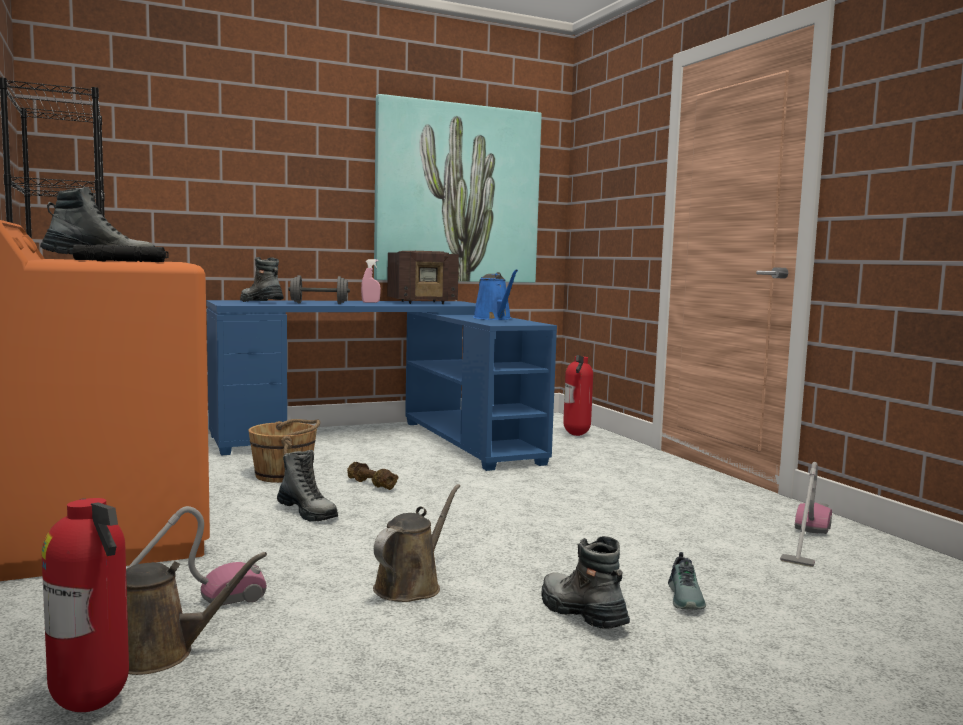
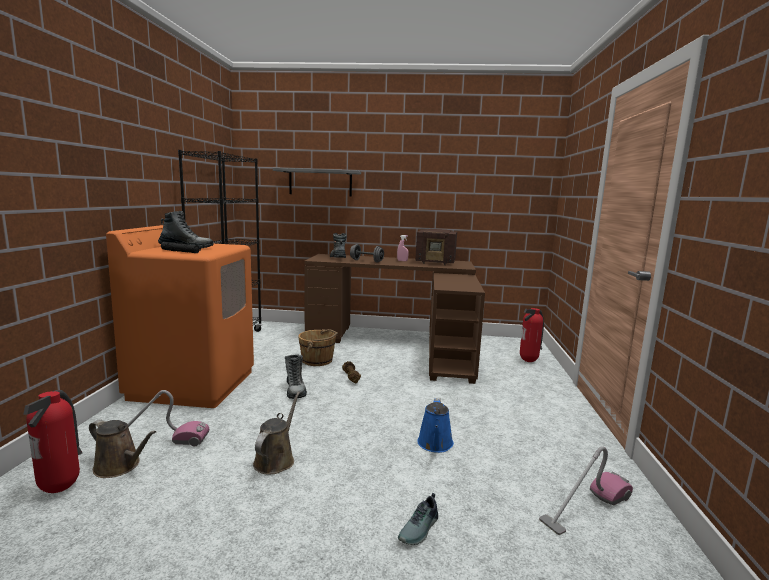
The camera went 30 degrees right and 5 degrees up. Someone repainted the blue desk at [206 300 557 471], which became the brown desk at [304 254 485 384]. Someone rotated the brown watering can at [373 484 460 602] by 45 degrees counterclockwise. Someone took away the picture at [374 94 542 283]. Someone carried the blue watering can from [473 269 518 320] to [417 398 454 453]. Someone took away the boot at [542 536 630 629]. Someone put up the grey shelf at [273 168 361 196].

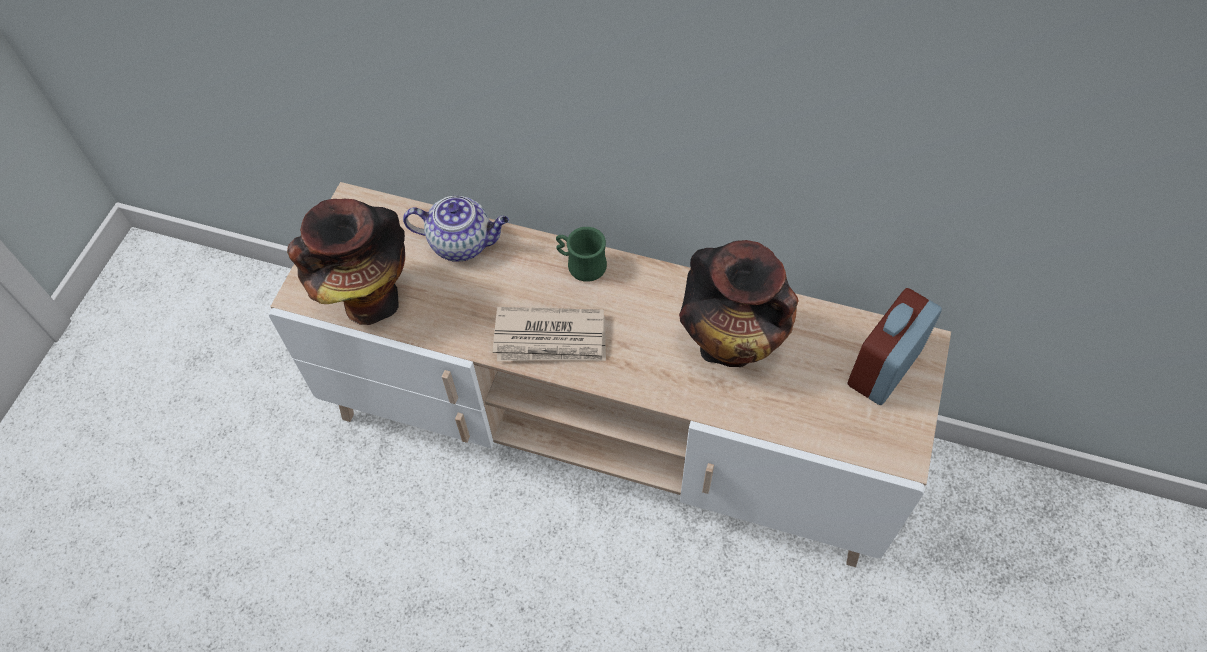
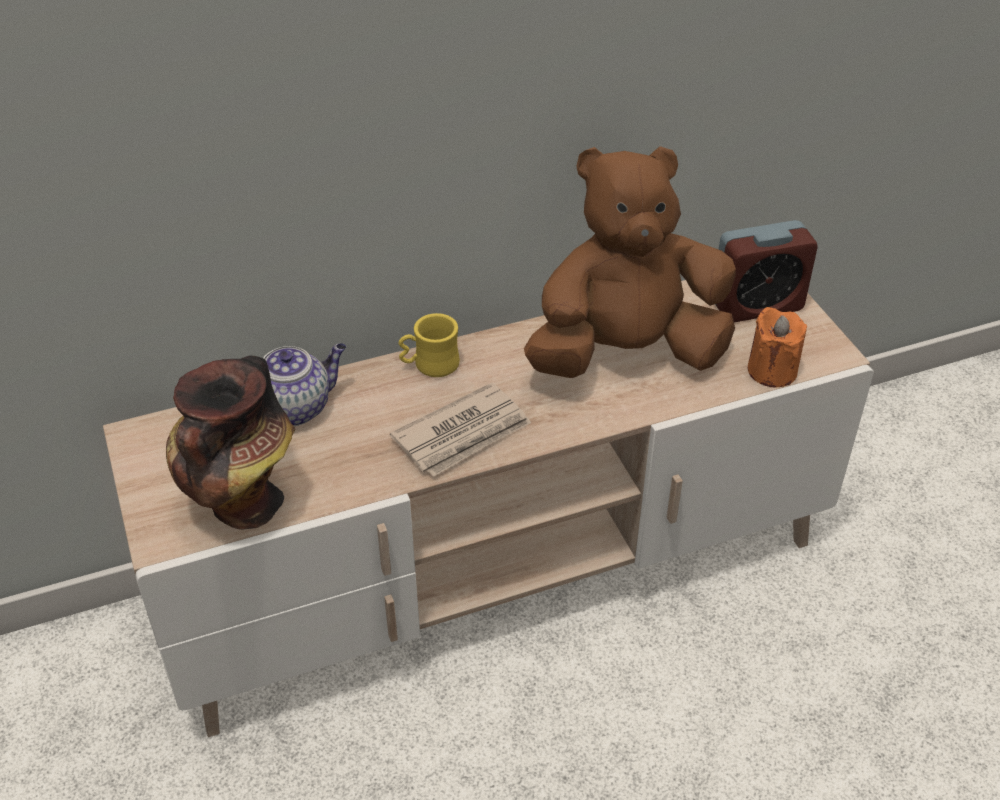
The camera went 40 degrees left and 15 degrees down. Someone repainted the green mug at [556 227 607 282], which became the yellow mug at [398 313 460 377]. Someone swapped the vase at [679 240 799 367] for the brown plush toy at [524 146 736 378]. Someone rotated the alarm clock at [847 288 942 405] by 105 degrees counterclockwise. Someone put down the orange candle at [748 307 807 387].

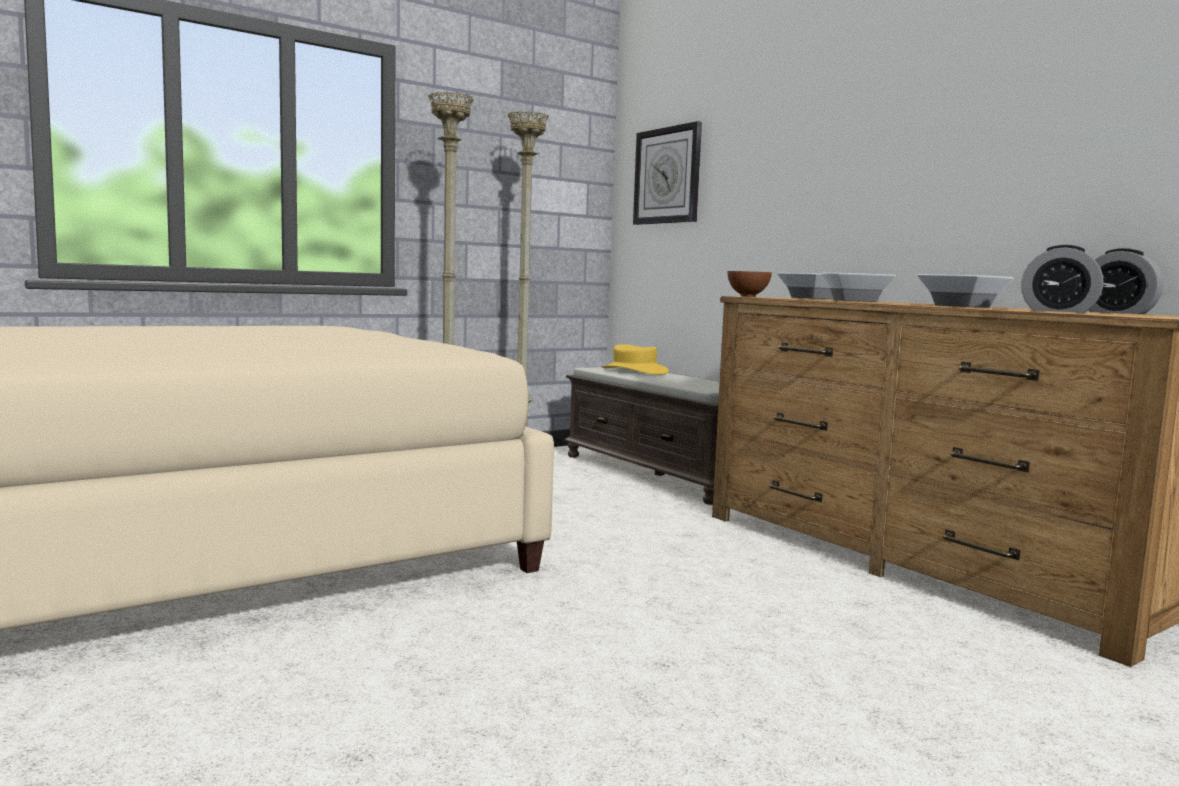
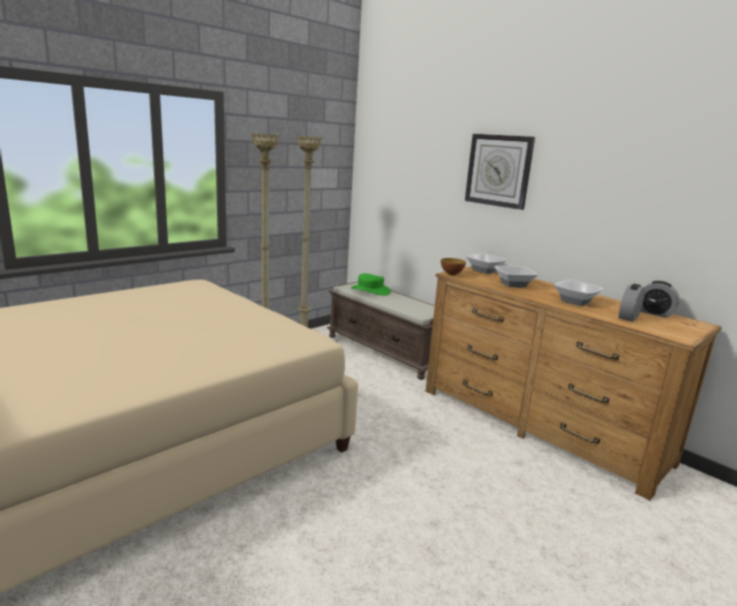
The camera went 10 degrees left and 10 degrees up. Someone repainted the yellow hat at [602 344 669 375], which became the green hat at [351 273 391 296]. Someone carried the wall clock from [633 121 702 225] to [465 134 535 210]. Someone rotated the alarm clock at [1021 245 1104 313] by 105 degrees clockwise.

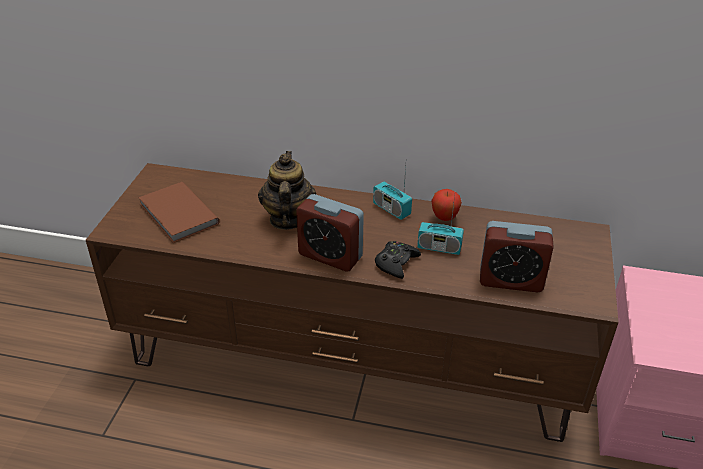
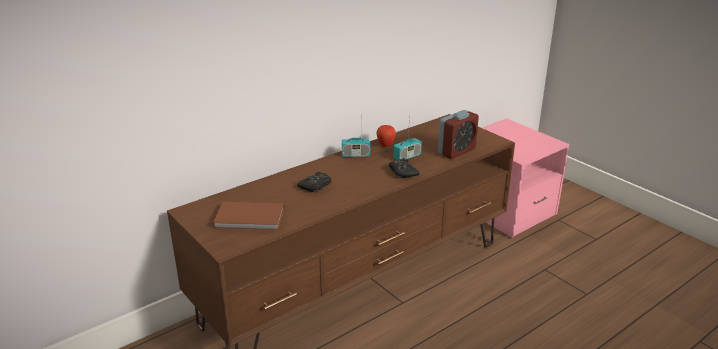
The camera went 50 degrees left and 10 degrees down. Someone swapped the teapot at [258 151 316 230] for the black game controller at [297 172 332 192]. Someone took away the alarm clock at [296 194 364 271].

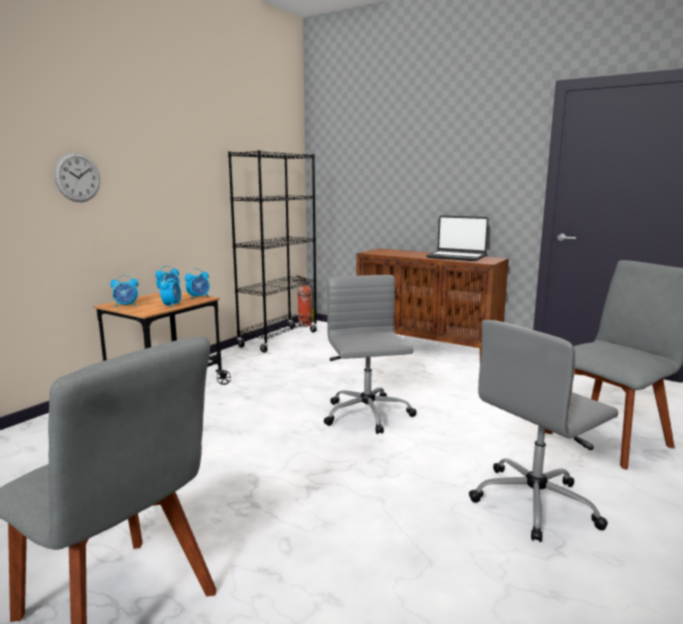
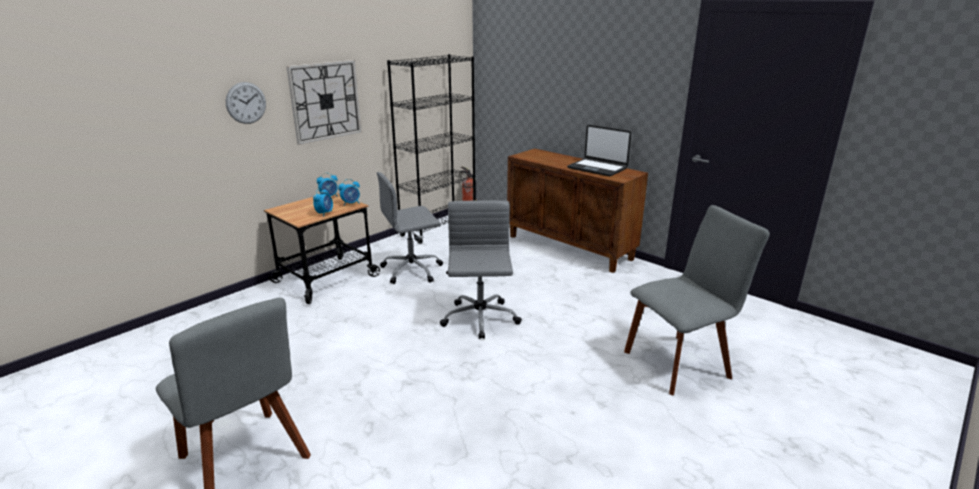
The camera went 10 degrees right and 10 degrees up. Someone took away the alarm clock at [110 275 139 308]. Someone carried the grey office chair from [469 320 618 542] to [377 172 443 284]. Someone put up the wall clock at [286 60 362 145].

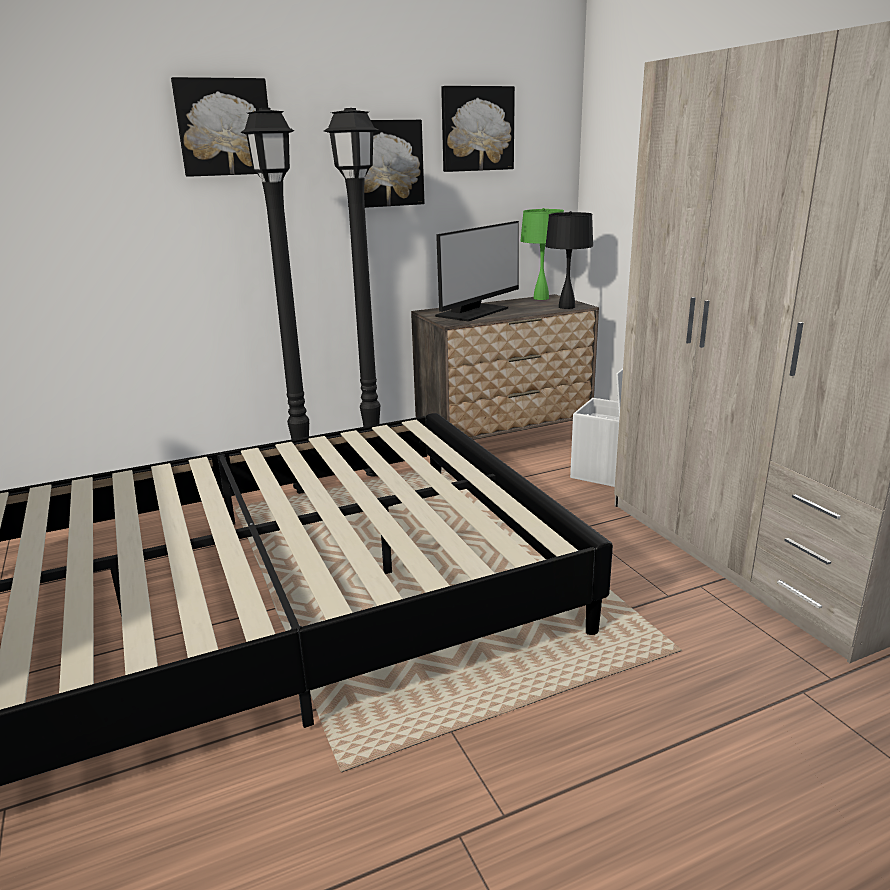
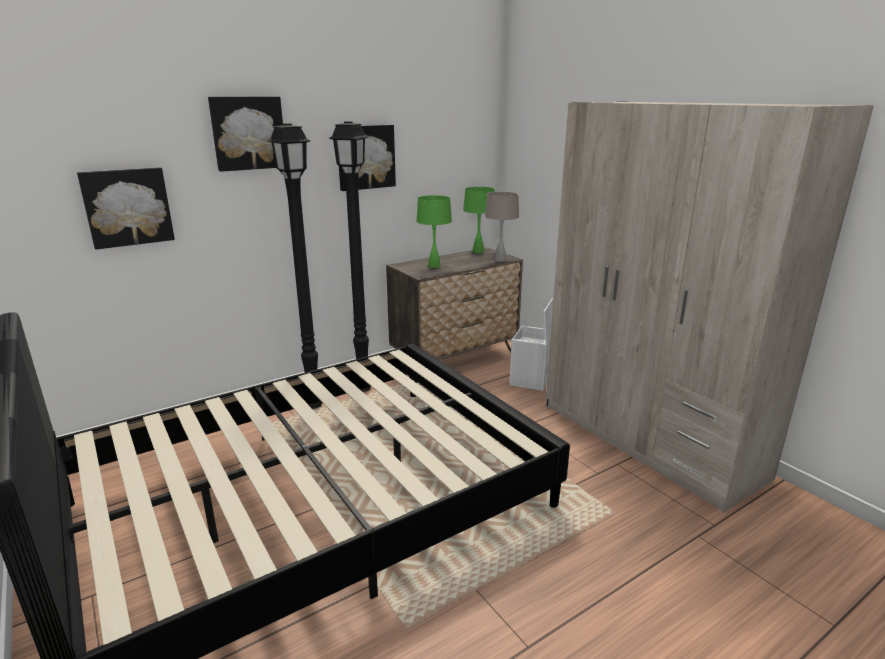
The camera went 10 degrees left and 0 degrees up. Someone swapped the monitor at [435 221 519 322] for the green table lamp at [416 195 452 268]. Someone carried the picture from [441 86 515 172] to [77 167 175 249]. Someone repainted the black table lamp at [545 211 593 309], which became the beige table lamp at [485 192 519 262].

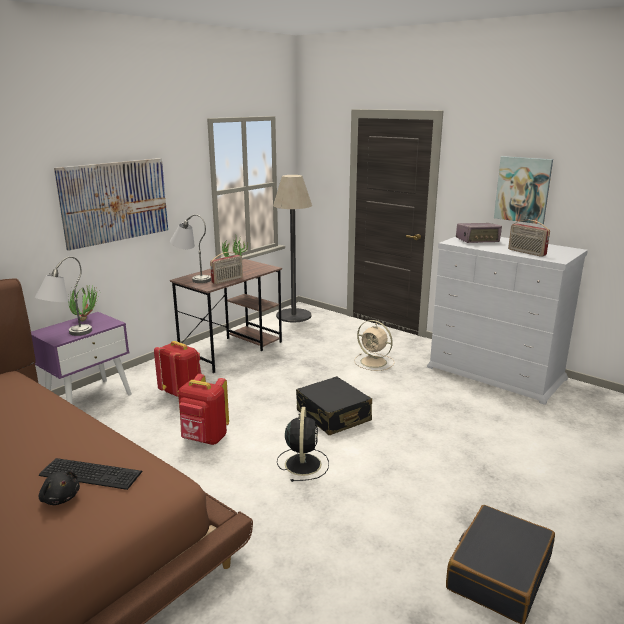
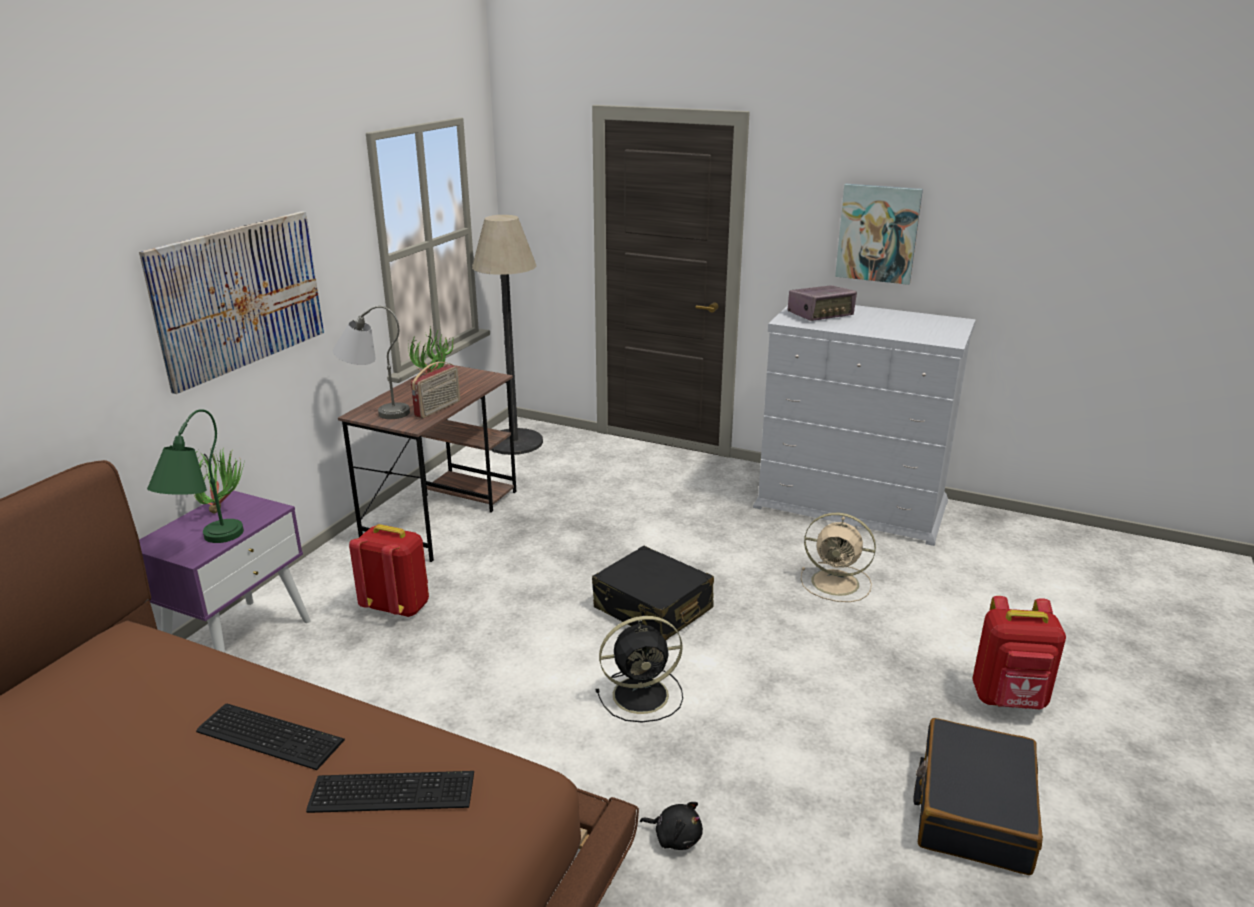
The camera went 15 degrees left and 5 degrees up. Someone repainted the grey table lamp at [35 257 92 336], which became the green table lamp at [147 409 244 543]. Someone carried the black plush toy from [39 471 80 505] to [640 802 703 850]. Someone carried the red backpack from [178 374 229 445] to [972 596 1066 709]. Someone rotated the black fan at [277 407 329 482] by 90 degrees clockwise. Someone carried the beige fan from [354 320 395 371] to [801 513 876 602]. Someone took away the radio at [508 220 550 257]. Someone put down the keyboard at [196 704 345 770].

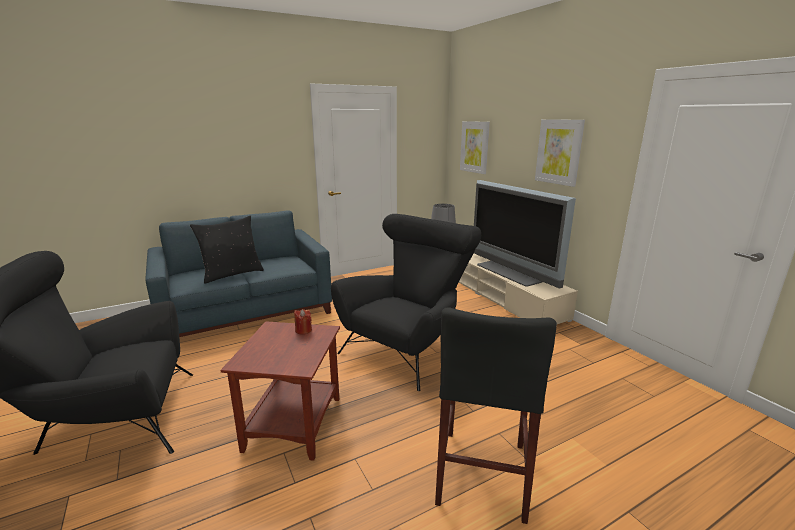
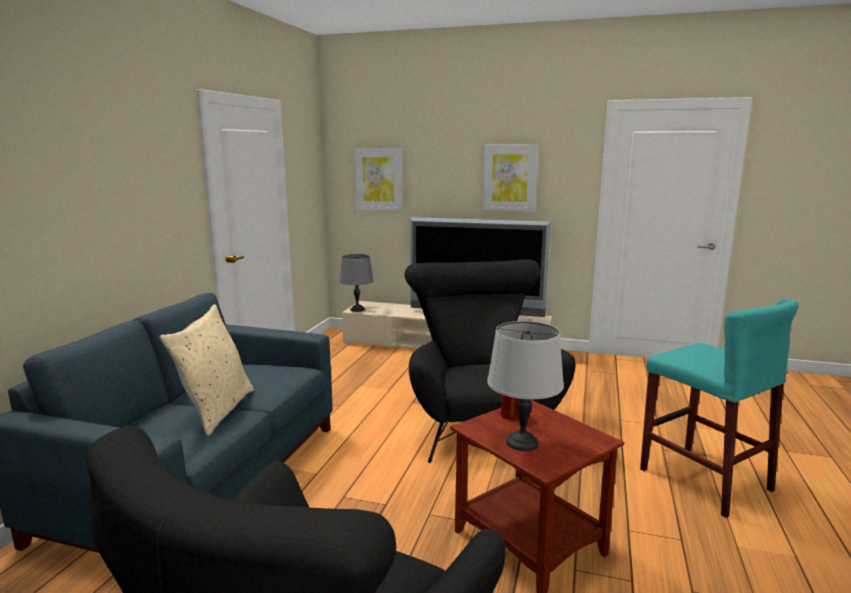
The camera went 45 degrees left and 5 degrees down. Someone repainted the black pillow at [190 216 264 284], which became the beige pillow at [159 305 254 436]. Someone repainted the black stool at [435 307 557 524], which became the turquoise stool at [640 299 799 518]. Someone put down the grey table lamp at [487 321 564 451].

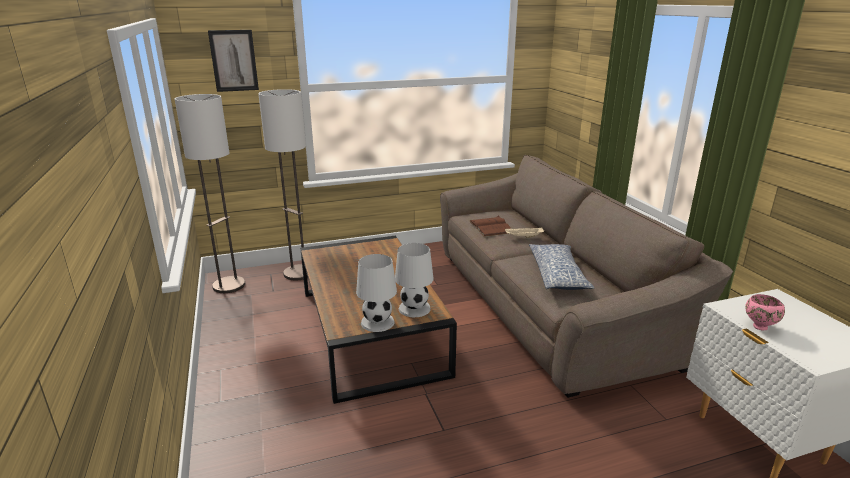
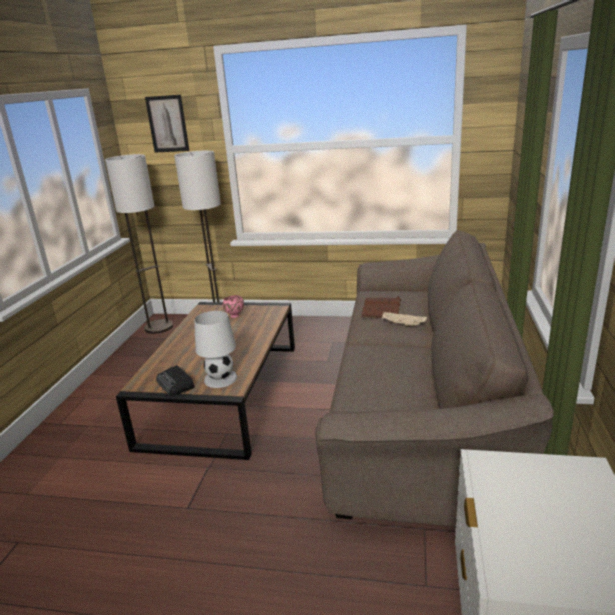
The camera went 30 degrees right and 0 degrees up. Someone swapped the white table lamp at [356 254 397 332] for the radio at [156 365 194 396]. Someone took away the pillow at [529 244 594 290]. Someone carried the pink bowl from [745 294 785 331] to [222 295 244 318].

